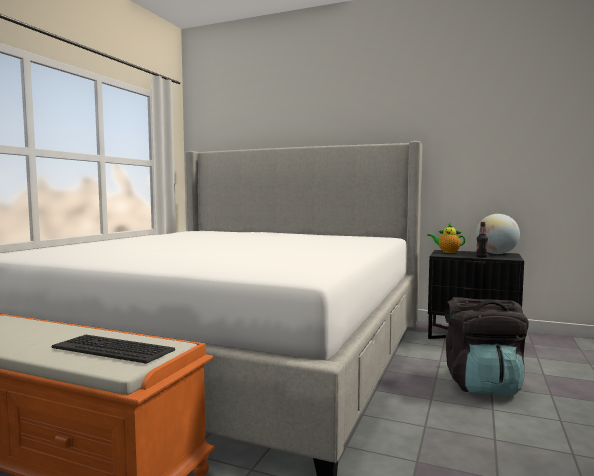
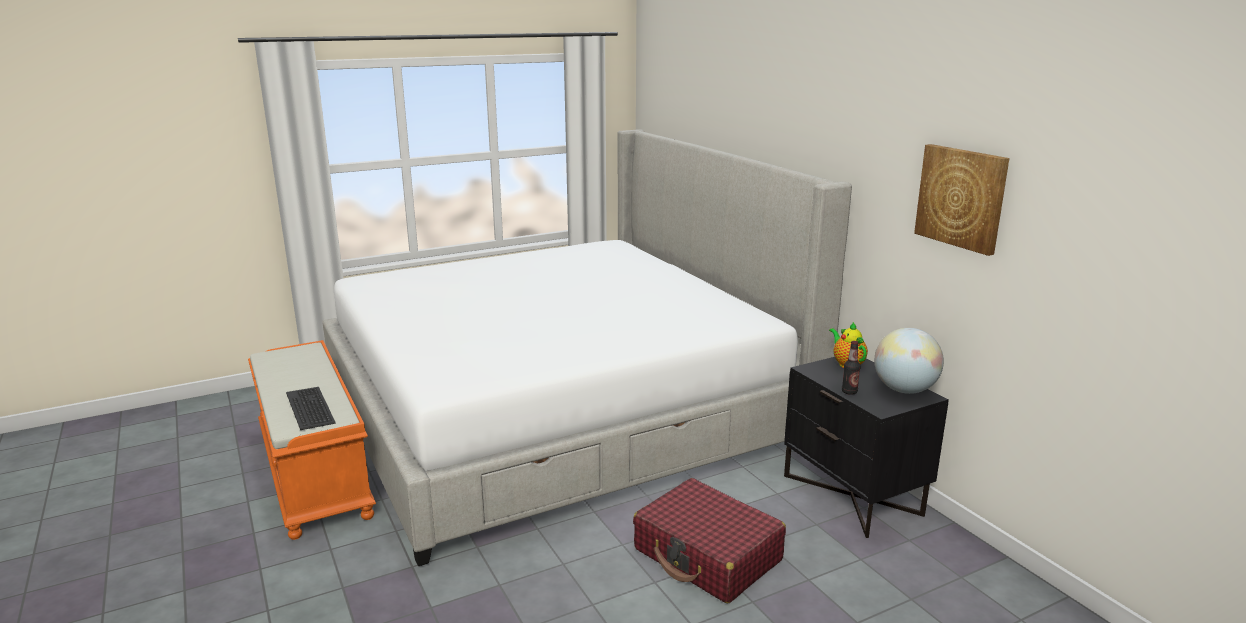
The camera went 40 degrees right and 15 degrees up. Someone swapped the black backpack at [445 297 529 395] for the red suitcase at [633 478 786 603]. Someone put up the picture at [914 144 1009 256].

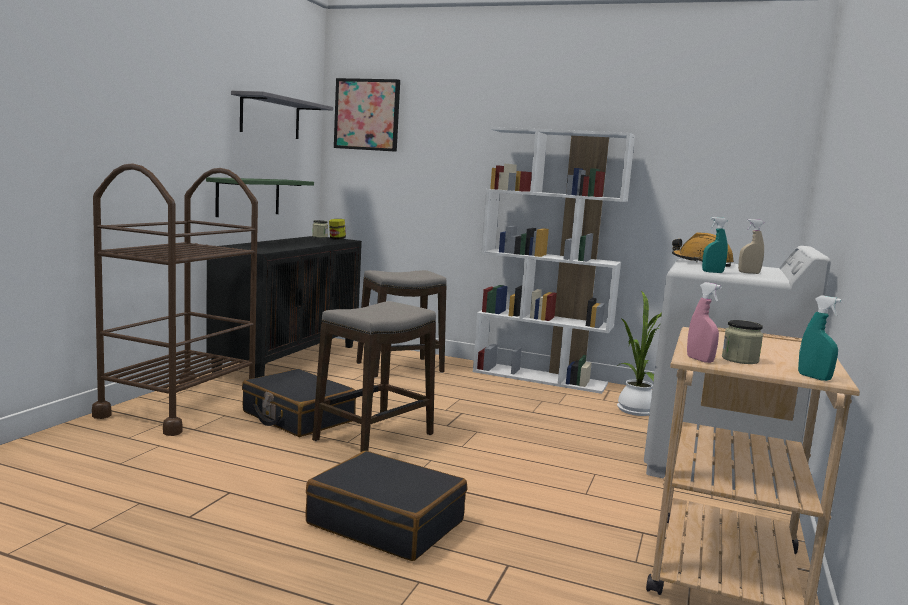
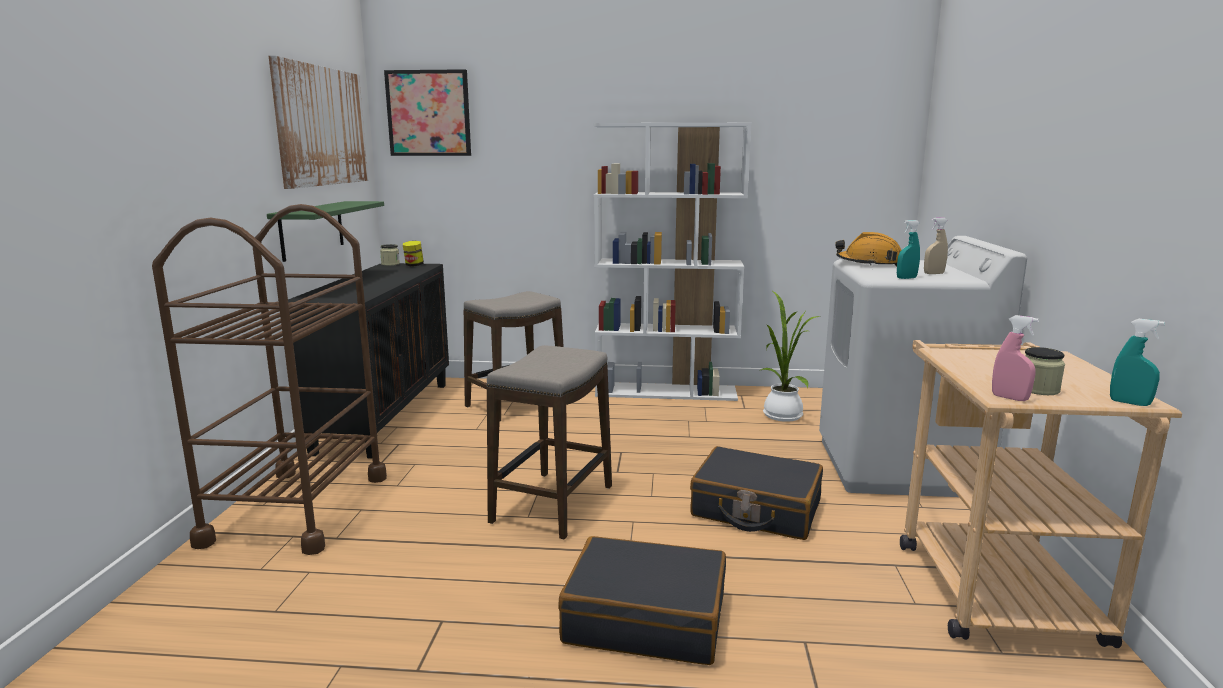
The camera went 15 degrees left and 5 degrees up. Someone swapped the grey shelf at [231 91 333 139] for the picture at [269 56 368 189]. Someone carried the black suitcase from [242 369 356 437] to [690 446 823 540].

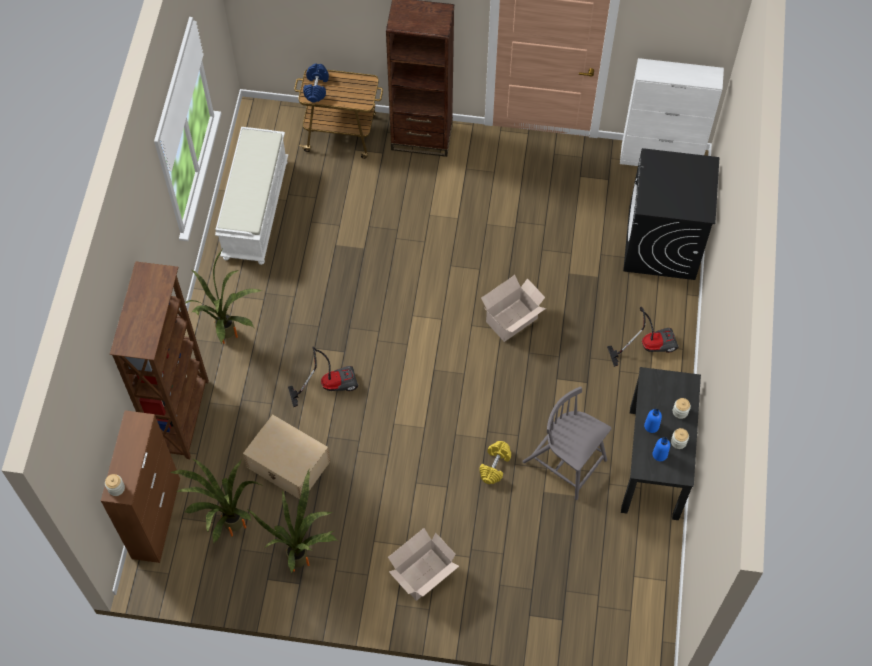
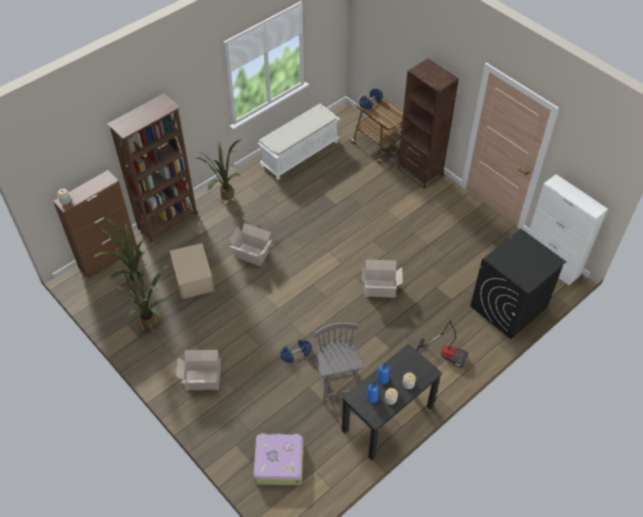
The camera went 40 degrees right and 10 degrees down. Someone swapped the vacuum cleaner at [288 347 358 407] for the cardboard box at [229 223 273 266]. Someone repainted the yellow dumbbell at [479 441 511 484], which became the blue dumbbell at [280 339 312 363]. Someone put down the suitcase at [253 433 303 485].

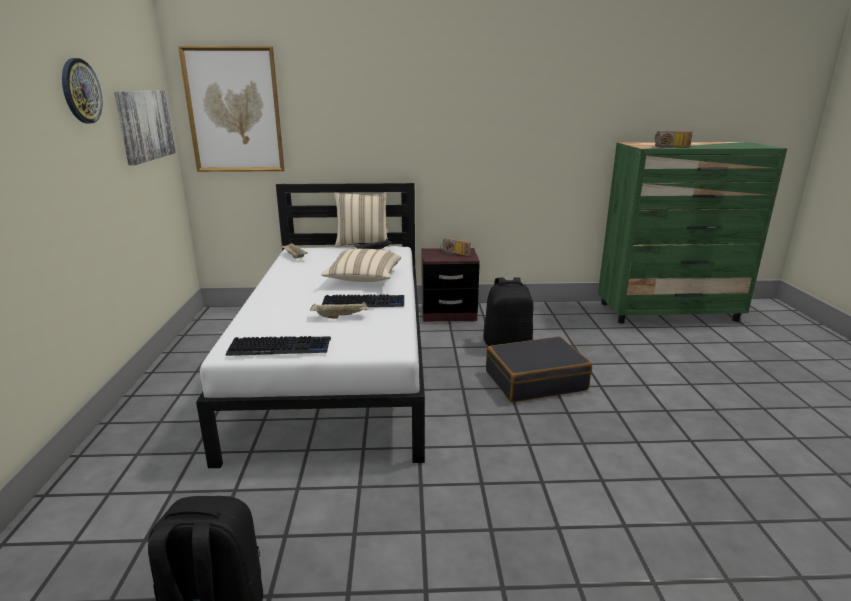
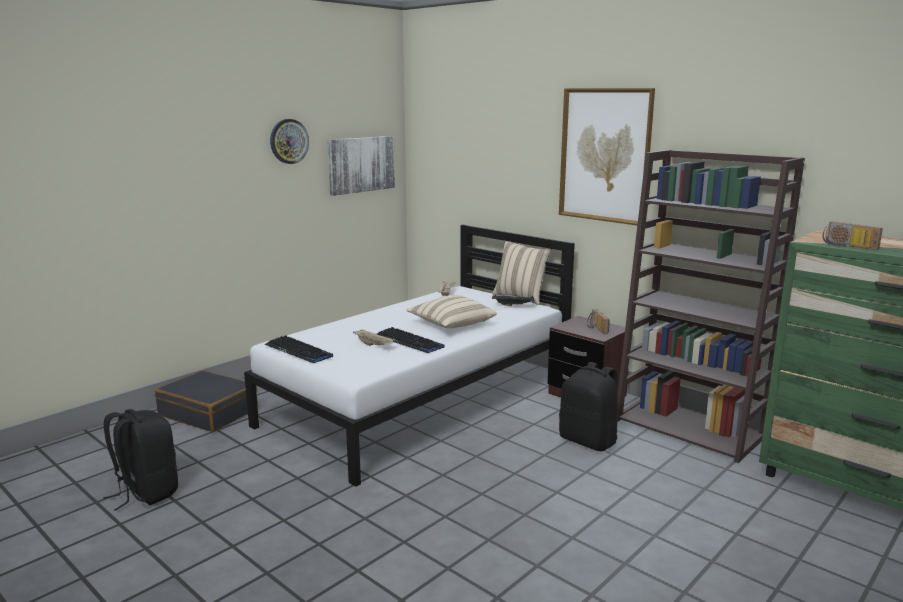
The camera went 45 degrees right and 5 degrees down. Someone carried the picture from [178 46 284 172] to [559 88 655 225]. Someone carried the black suitcase from [486 336 592 402] to [155 370 258 432]. Someone put down the brown bookcase at [617 150 805 463].

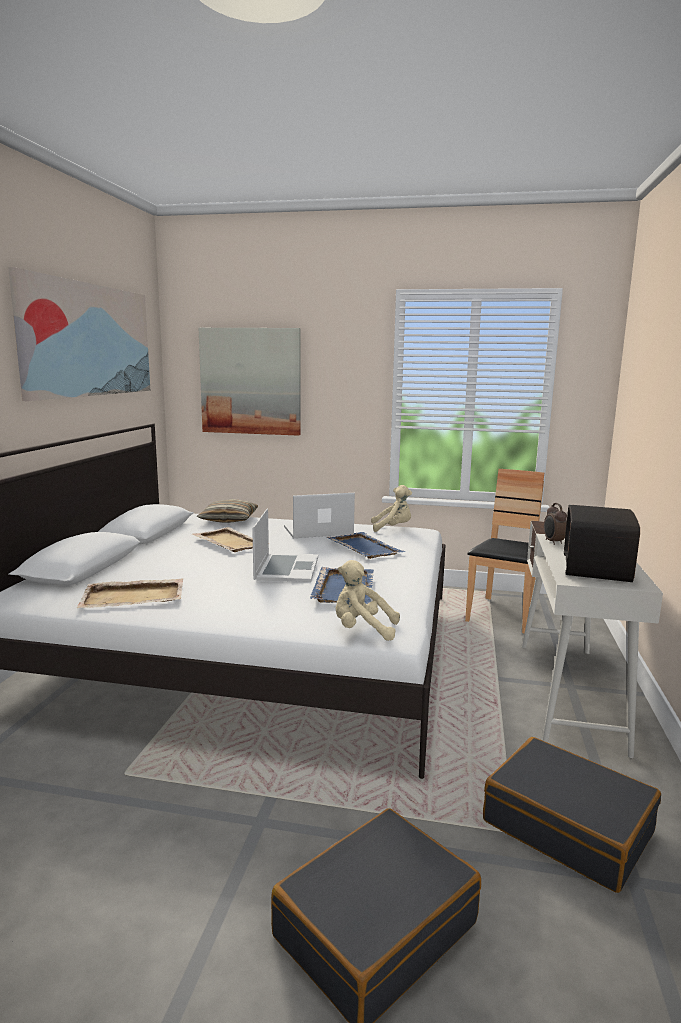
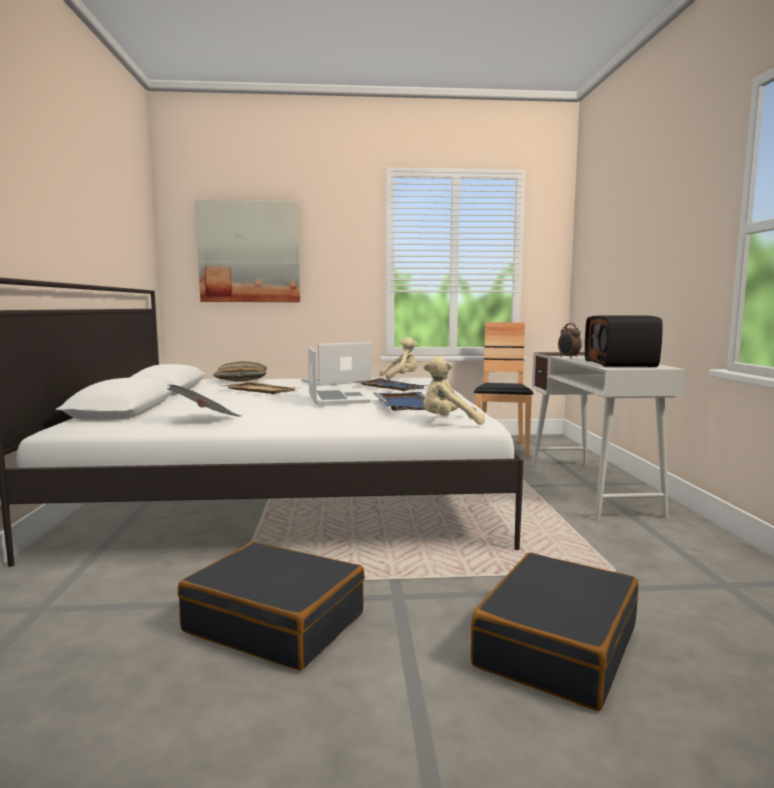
The camera went 15 degrees left and 5 degrees down. Someone took away the picture at [8 267 150 401]. Someone swapped the beige tray at [76 578 183 608] for the newspaper at [167 385 241 416]. Someone carried the black suitcase from [483 737 661 893] to [178 542 365 670].

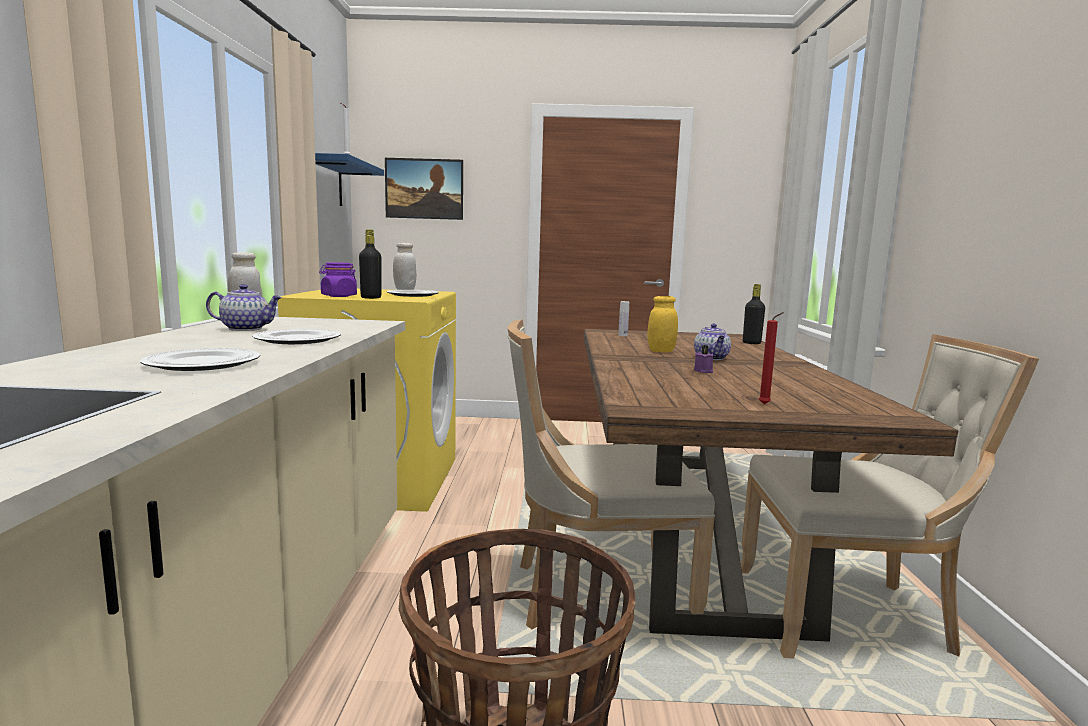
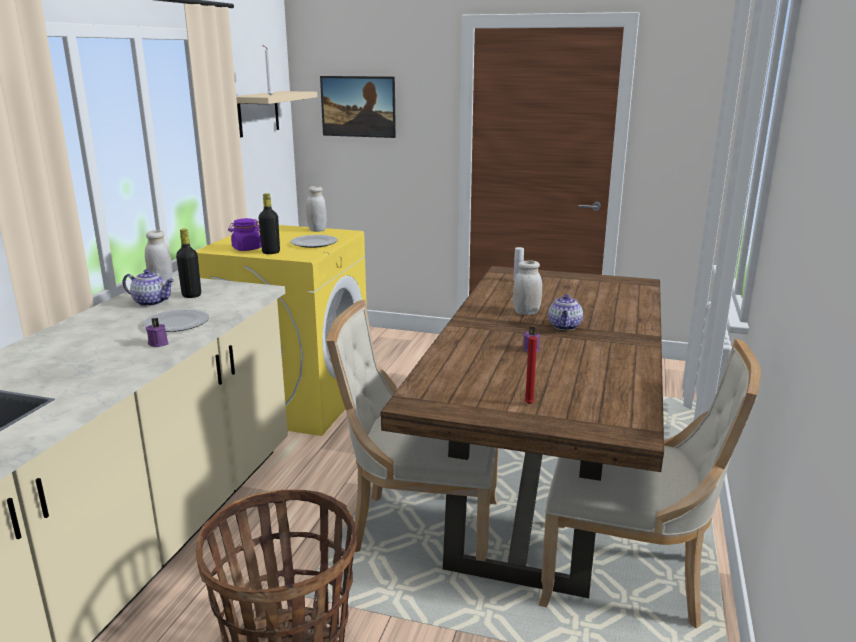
The camera went 15 degrees right and 10 degrees up. Someone took away the plate at [140 348 260 371]. Someone repainted the blue shelf at [315 153 384 206], which became the beige shelf at [236 91 318 137]. Someone repainted the yellow jar at [647 296 678 352], which became the white jar at [513 260 542 315]. Someone carried the black bottle from [743 284 765 344] to [176 229 201 298]. Someone put down the purple candle at [146 318 169 347].

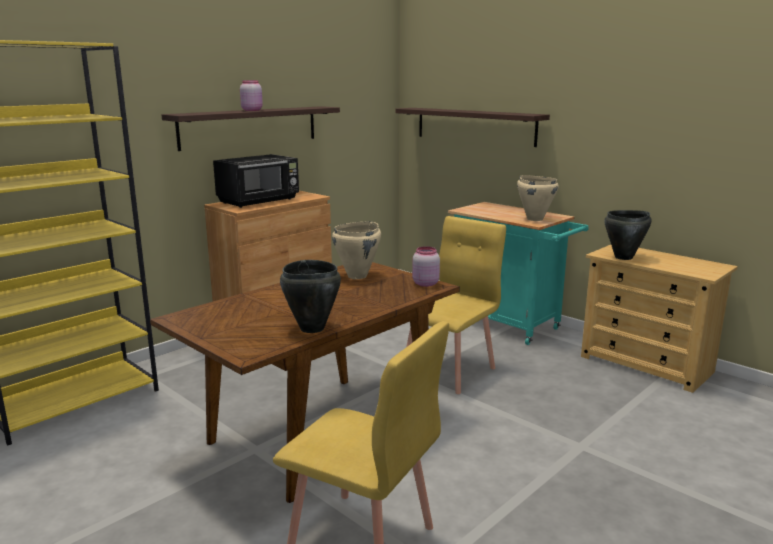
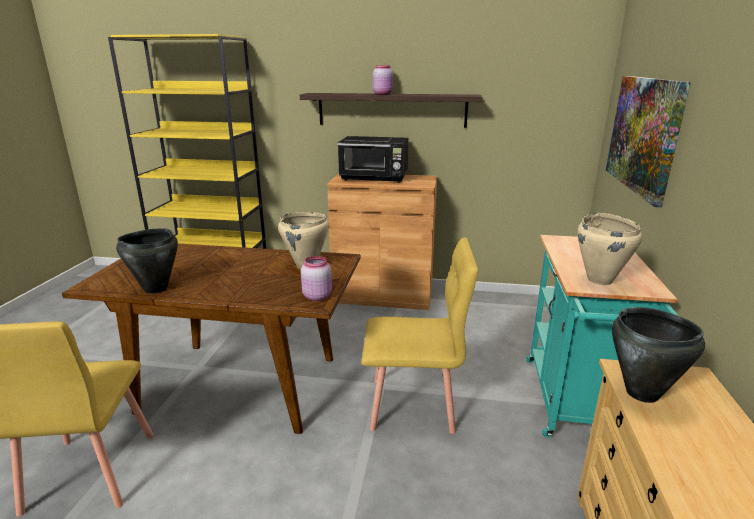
The camera went 55 degrees right and 5 degrees up. Someone swapped the shelf at [395 108 550 147] for the picture at [606 76 691 207].

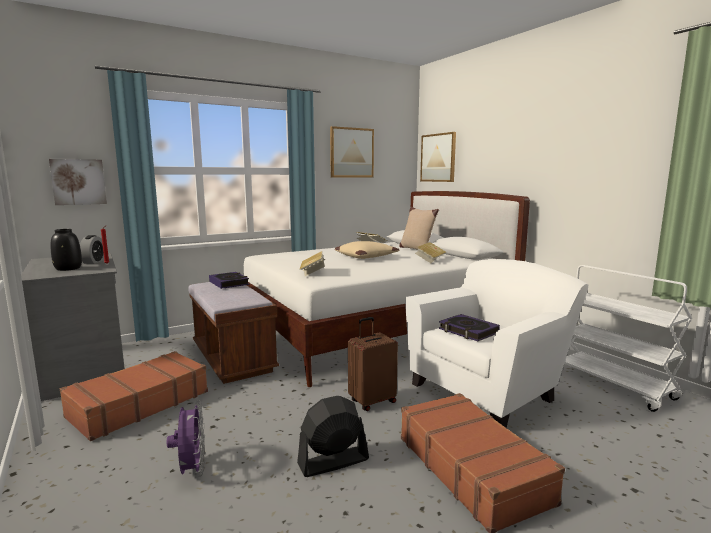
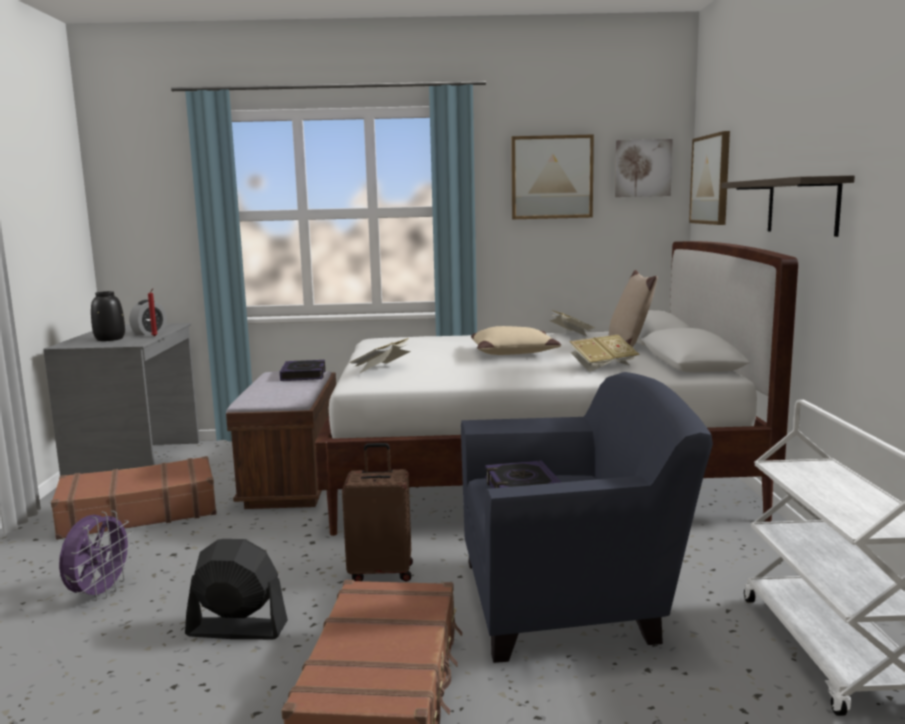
The camera went 30 degrees right and 0 degrees up. Someone carried the picture from [49 159 107 205] to [615 139 673 197]. Someone repainted the white armchair at [405 259 589 428], which became the blue armchair at [461 372 713 663]. Someone put up the shelf at [721 175 855 237].

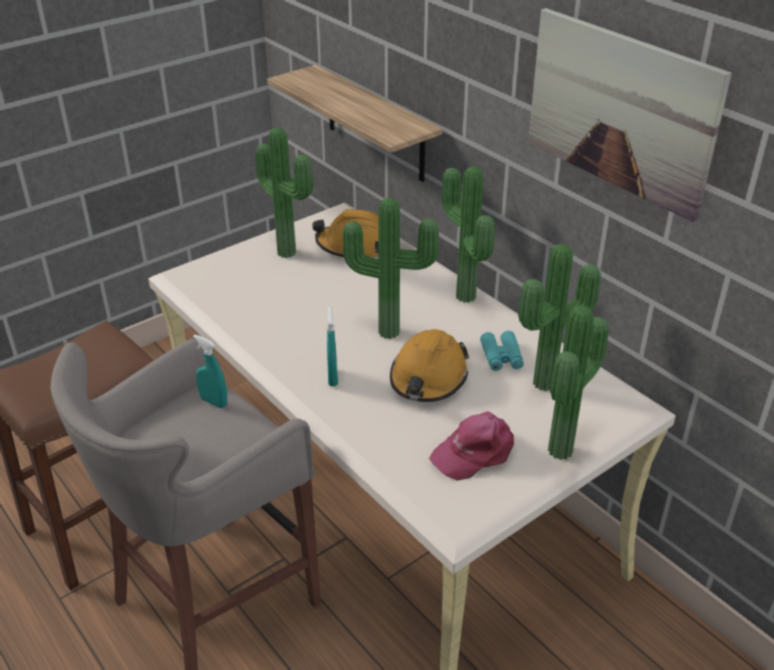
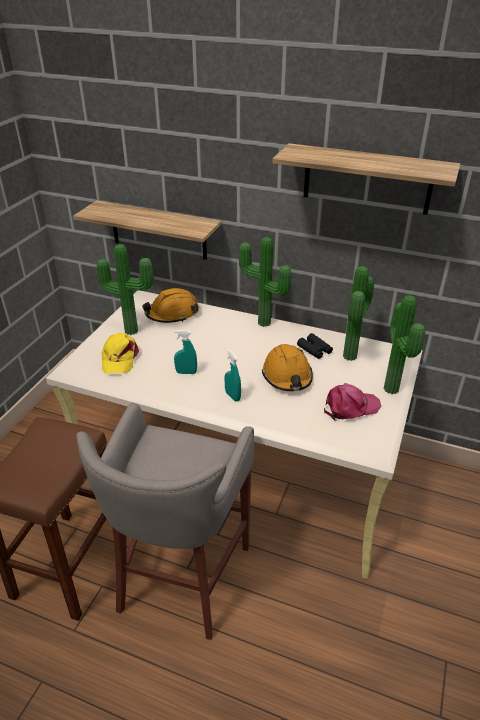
The camera went 30 degrees left and 0 degrees up. Someone carried the turquoise spray bottle from [193 335 227 408] to [174 330 197 374]. Someone took away the potted plant at [343 198 439 339]. Someone rotated the pink cap at [429 411 514 481] by 135 degrees counterclockwise. Someone repainted the turquoise binoculars at [480 331 524 371], which became the black binoculars at [297 333 333 359]. Someone swapped the picture at [528 8 732 222] for the shelf at [273 143 460 215]. Someone put down the yellow cap at [102 333 139 374].

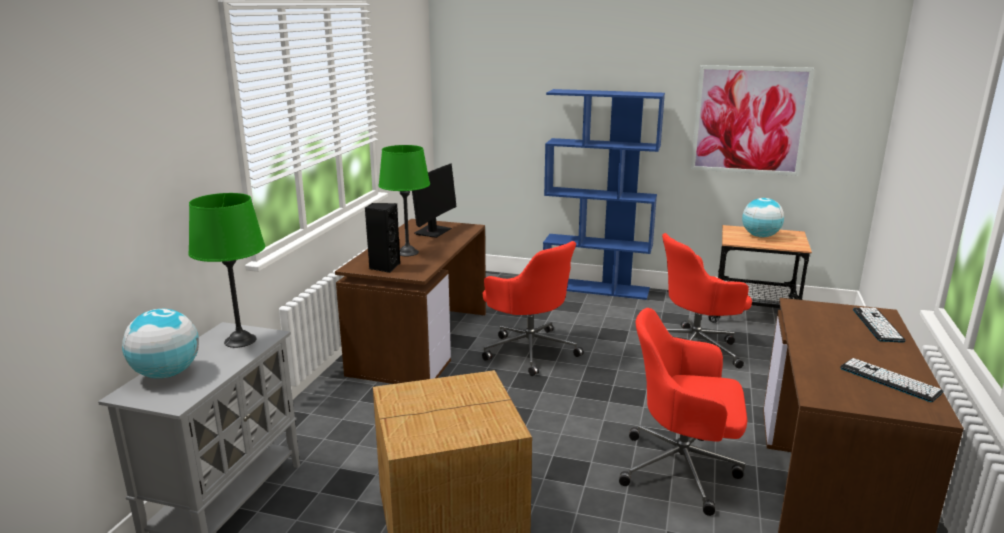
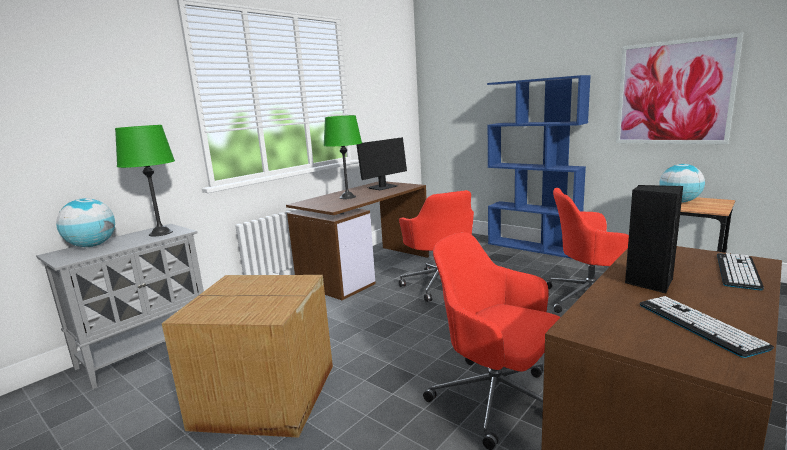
The camera went 25 degrees right and 5 degrees down. Someone carried the black speaker from [365 203 400 273] to [625 185 683 293].

